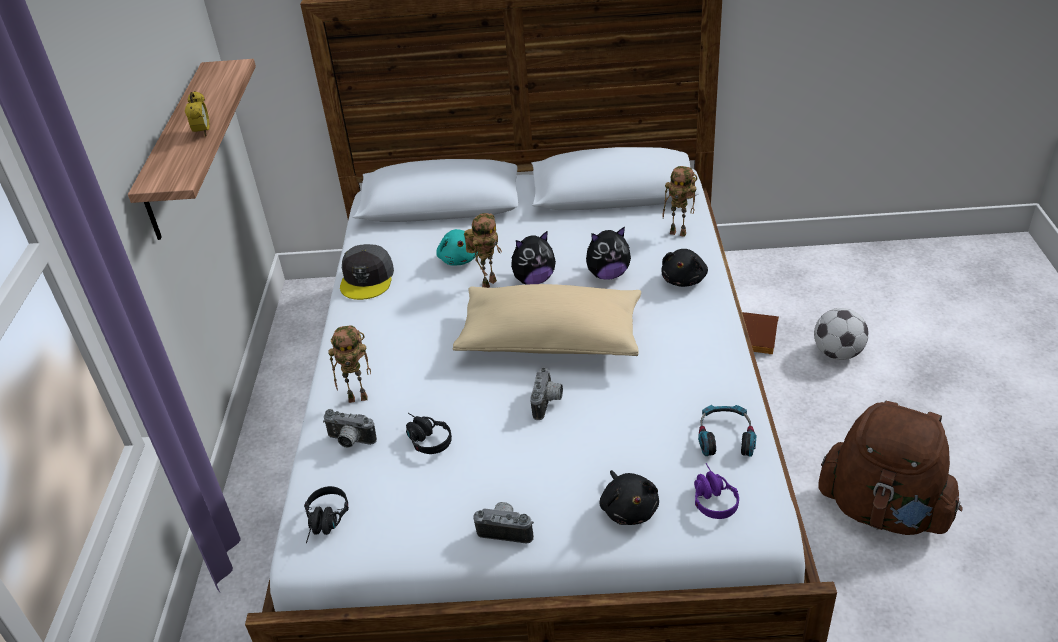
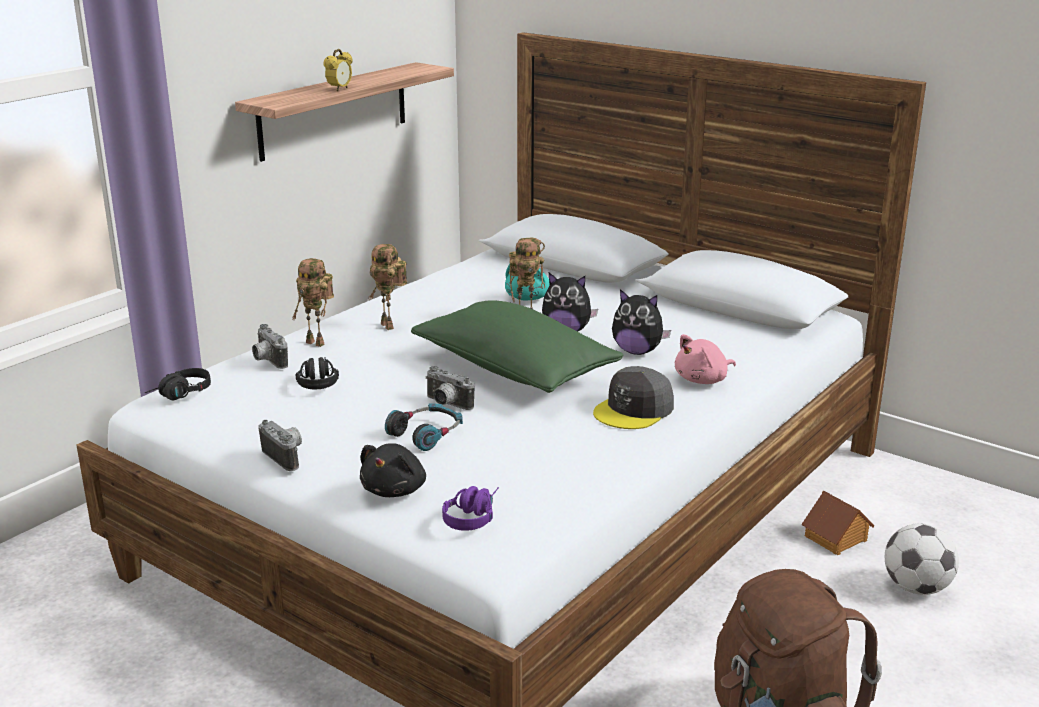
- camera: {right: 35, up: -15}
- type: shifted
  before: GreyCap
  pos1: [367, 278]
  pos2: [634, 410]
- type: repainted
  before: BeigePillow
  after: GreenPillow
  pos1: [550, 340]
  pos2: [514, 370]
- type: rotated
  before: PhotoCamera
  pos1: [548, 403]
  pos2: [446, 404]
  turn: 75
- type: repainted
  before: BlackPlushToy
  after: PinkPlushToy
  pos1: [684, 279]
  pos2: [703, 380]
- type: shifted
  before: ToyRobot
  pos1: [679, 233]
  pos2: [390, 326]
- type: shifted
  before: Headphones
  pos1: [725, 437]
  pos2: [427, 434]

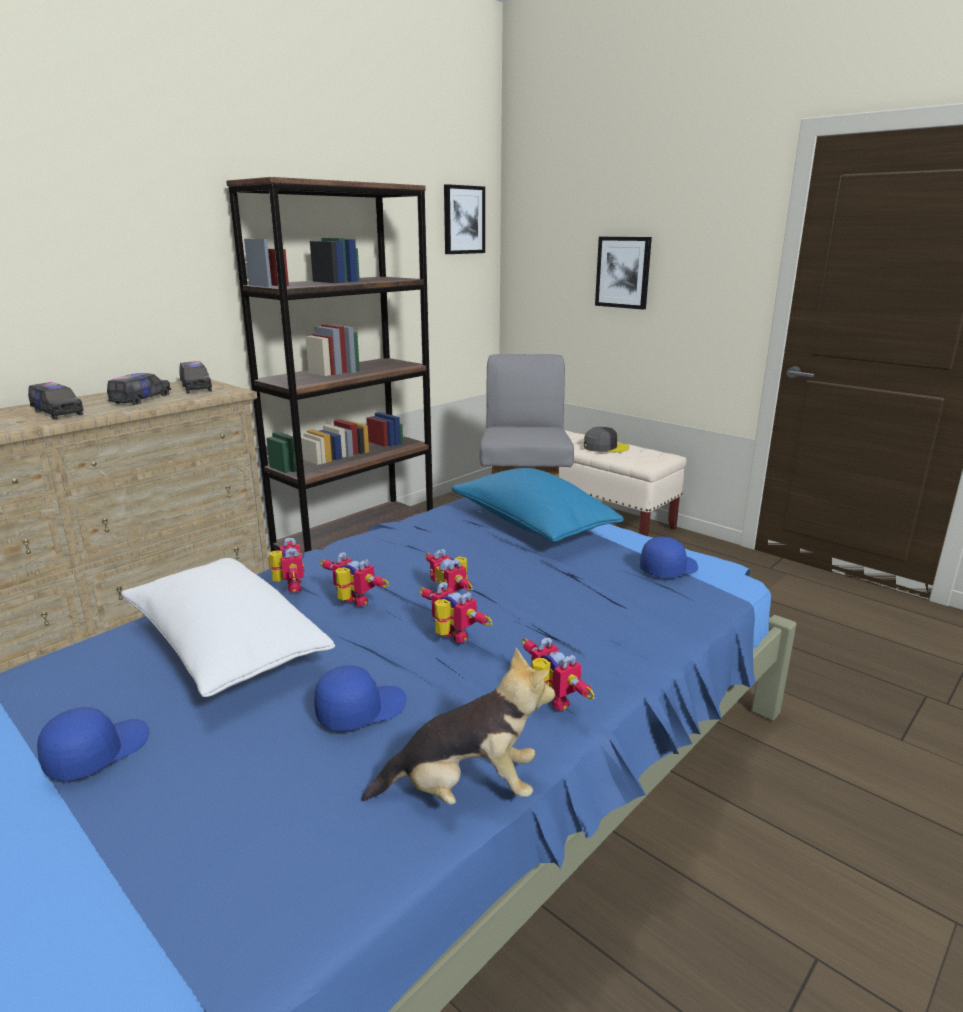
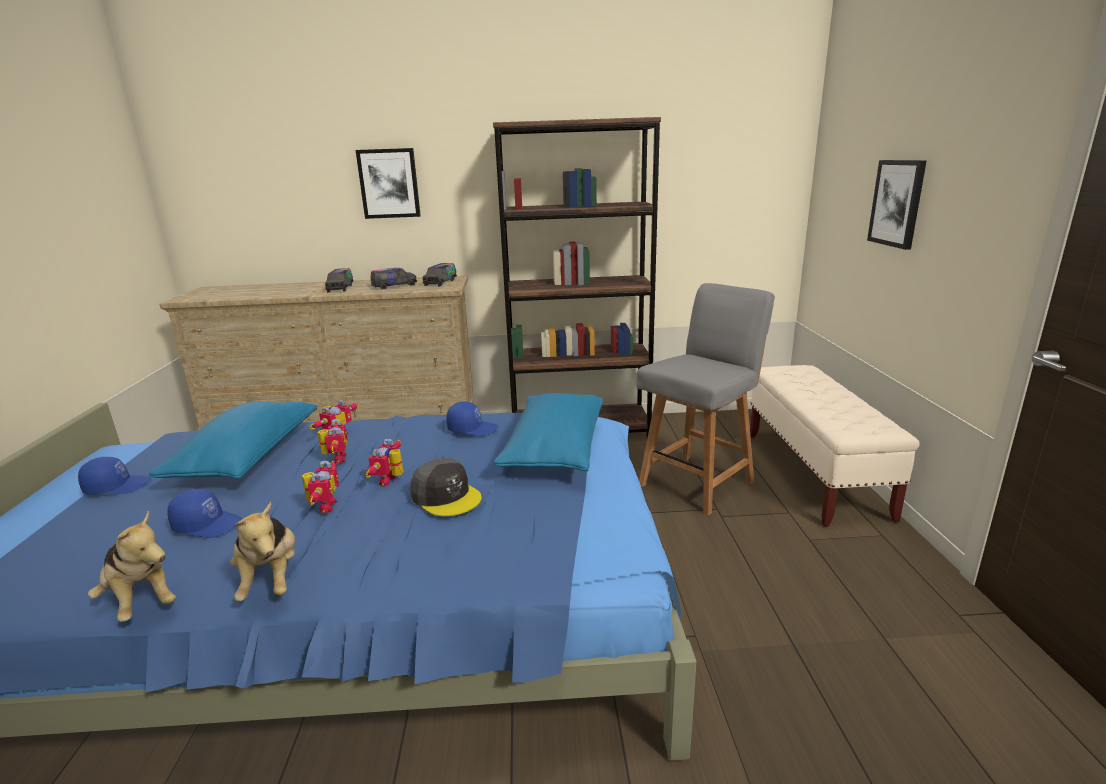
- camera: {right: 45, up: 0}
- type: repainted
  before: WhitePillow
  after: BluePillow
  pos1: [225, 648]
  pos2: [247, 458]
- type: shifted
  before: Picture
  pos1: [463, 220]
  pos2: [389, 183]
- type: swapped
  before: ToyRobot
  after: PlushToy
  pos1: [549, 702]
  pos2: [271, 579]
- type: shifted
  before: GreyCap
  pos1: [605, 447]
  pos2: [446, 496]
- type: shifted
  before: BlueCap
  pos1: [668, 569]
  pos2: [472, 429]

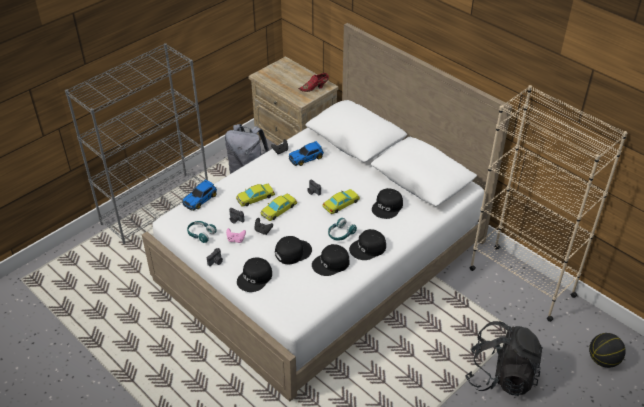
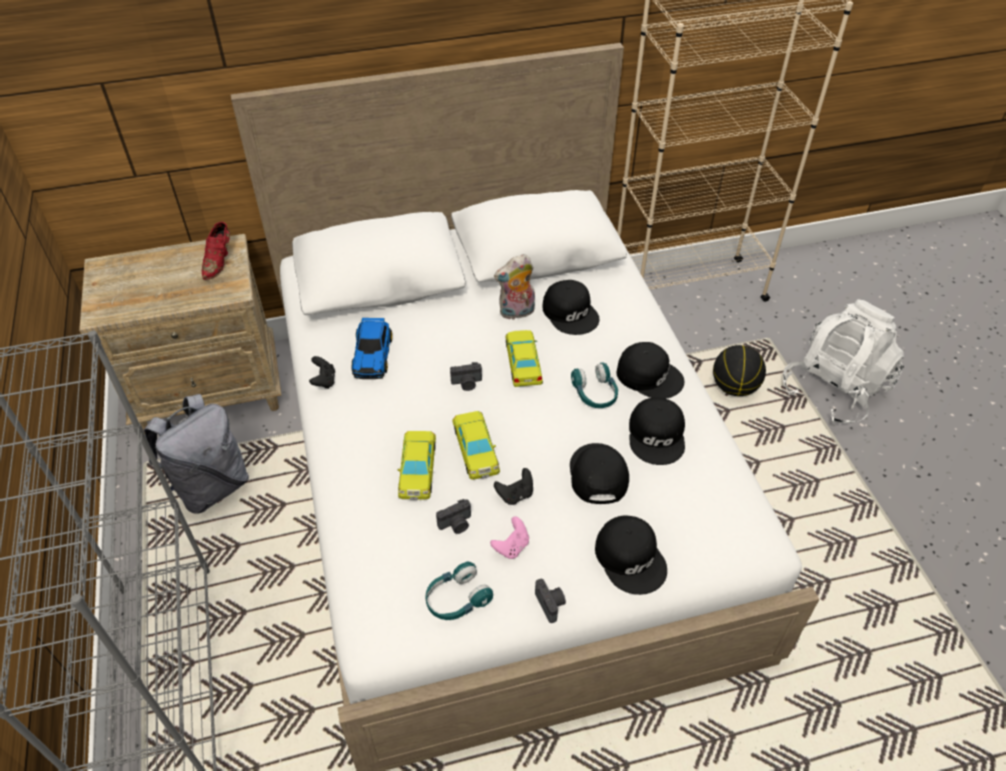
- camera: {right: -60, up: 5}
- type: gone
  before: ToyCar
  pos1: [200, 199]
- type: rotated
  before: BlackCap
  pos1: [368, 248]
  pos2: [649, 375]
  turn: -60
- type: repainted
  before: BlackBackpack
  after: WhiteBackpack
  pos1: [500, 376]
  pos2: [834, 389]
- type: shifted
  before: Basketball
  pos1: [603, 360]
  pos2: [734, 387]
- type: new
  after: PlushToy
  pos2: [516, 313]

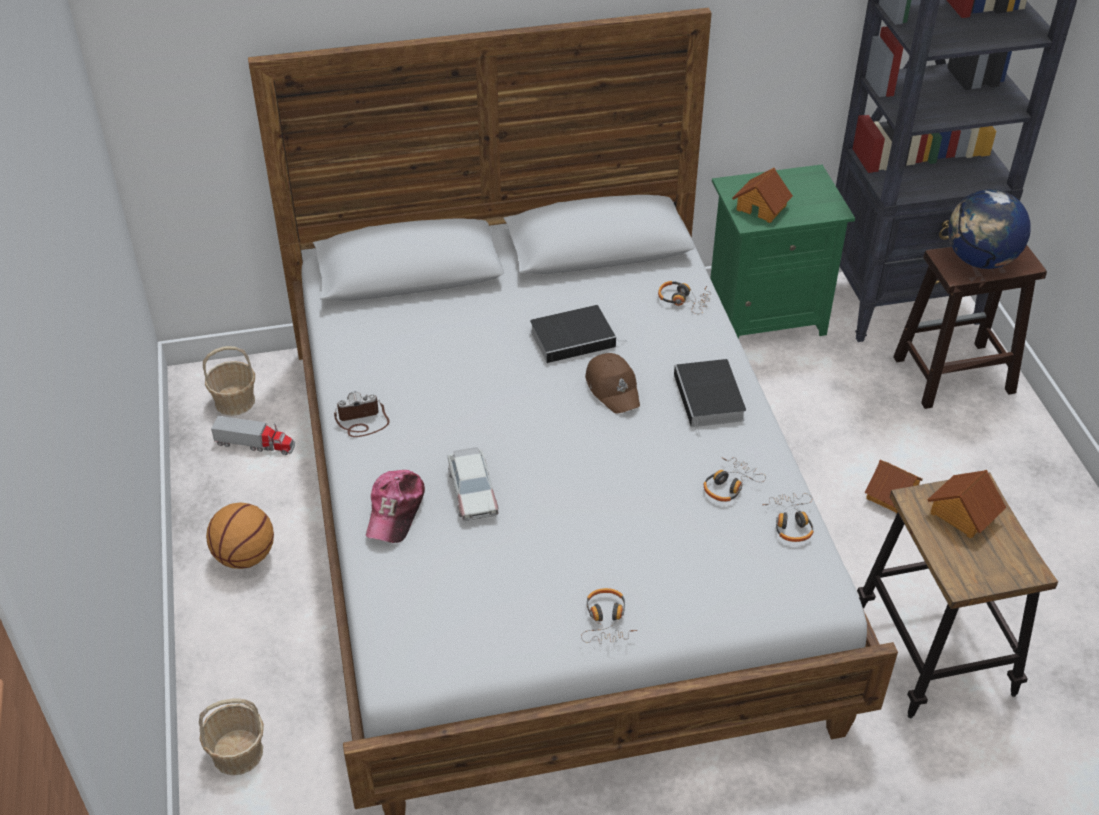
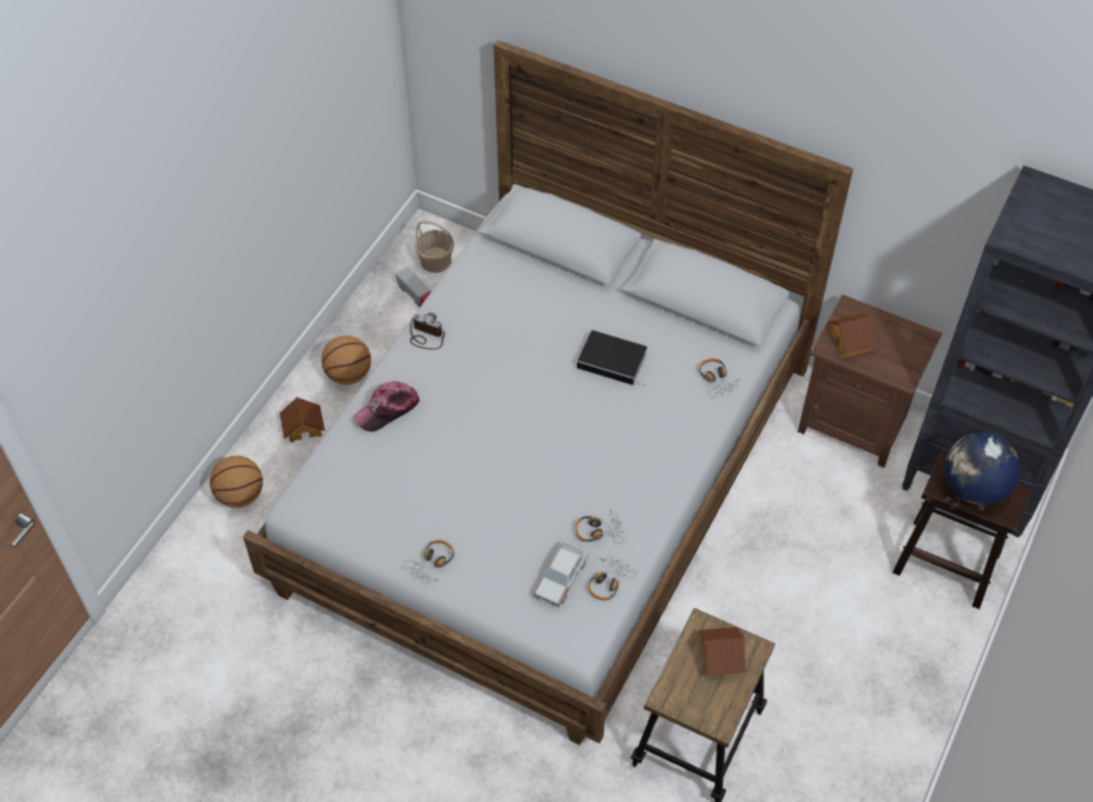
- camera: {right: 40, up: 10}
- type: swapped
  before: Basket
  after: Basketball
  pos1: [237, 752]
  pos2: [240, 495]
- type: shifted
  before: ToyCar
  pos1: [472, 491]
  pos2: [561, 577]
- type: gone
  before: BrownCap
  pos1: [613, 388]
- type: gone
  before: Book
  pos1: [710, 399]
- type: repainted
  before: GreenNightstand
  after: BrownNightstand
  pos1: [764, 315]
  pos2: [854, 422]
- type: shifted
  before: ToyHouse
  pos1: [891, 494]
  pos2: [303, 427]

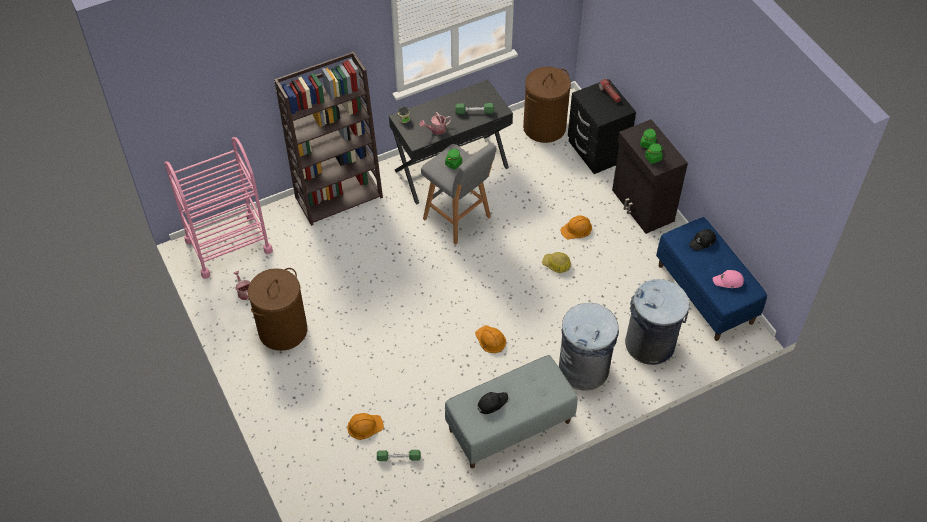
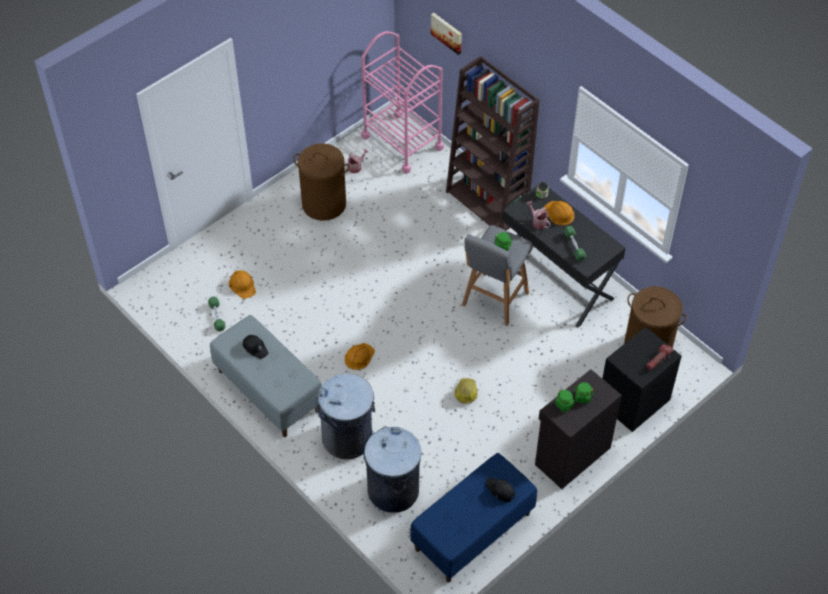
- camera: {right: 75, up: 0}
- type: shifted
  before: OrangeHardHat
  pos1: [576, 229]
  pos2: [559, 213]
- type: gone
  before: PinkCap
  pos1: [728, 281]
- type: new
  after: Picture
  pos2: [447, 32]

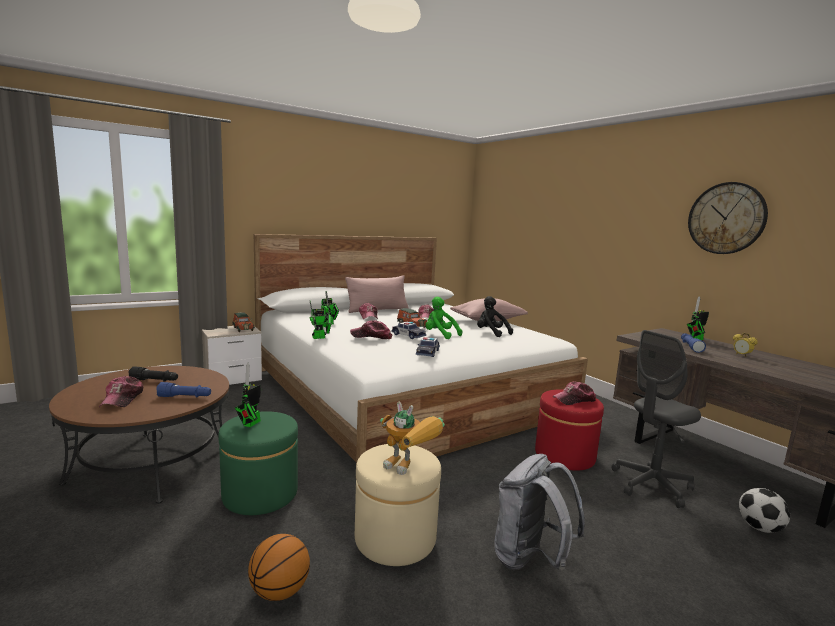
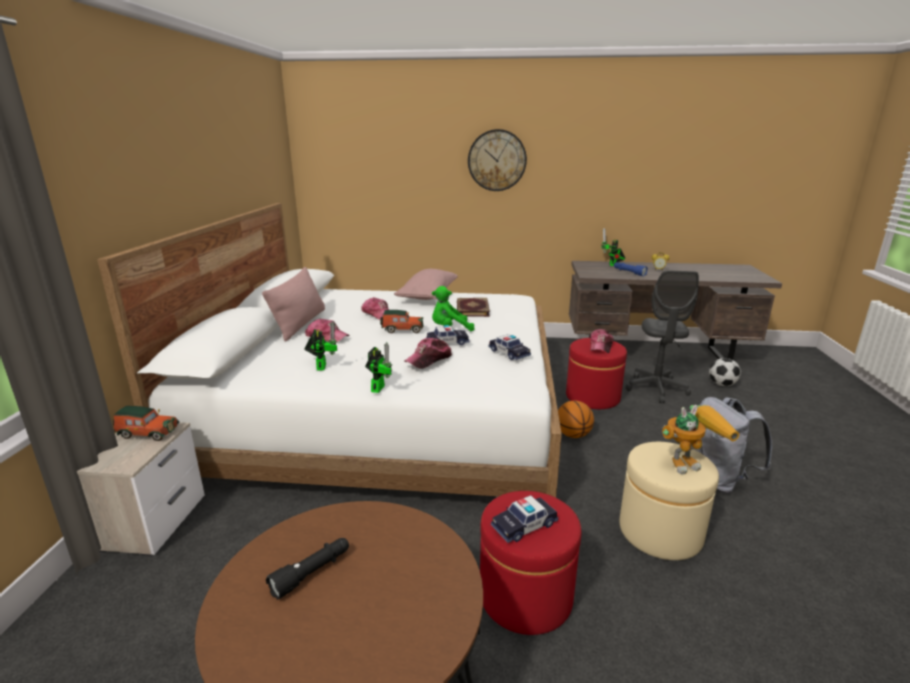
- camera: {right: -50, up: 10}
- type: gone
  before: Cap
  pos1: [122, 399]
- type: gone
  before: BlueFlashlight
  pos1: [185, 397]
- type: repainted
  before: GreenOttoman
  after: RedOttoman
  pos1: [260, 494]
  pos2: [525, 596]
- type: swapped
  before: ToyRobot
  after: ToyCar
  pos1: [250, 424]
  pos2: [524, 525]
- type: shifted
  before: Basketball
  pos1: [279, 591]
  pos2: [573, 435]
- type: swapped
  before: BlackPlushToy
  after: Book
  pos1: [491, 333]
  pos2: [471, 309]
- type: shifted
  before: WallClock
  pos1: [726, 218]
  pos2: [497, 160]

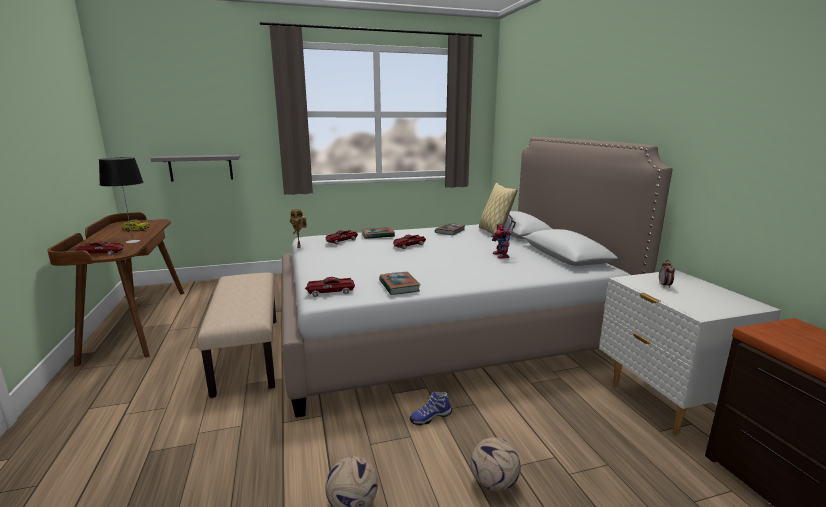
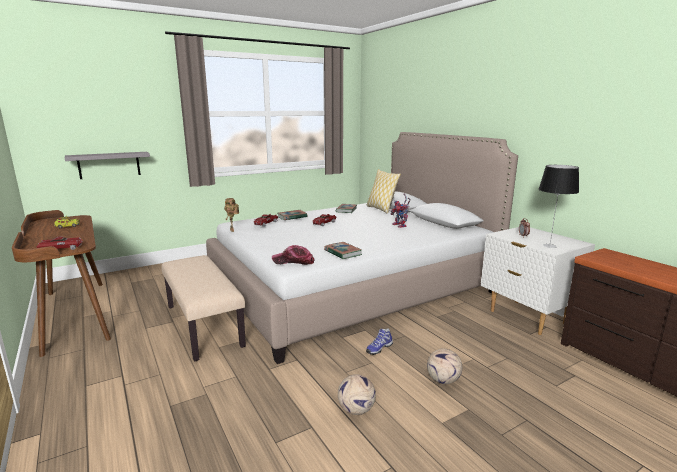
- camera: {right: -15, up: 0}
- type: shifted
  before: TableLamp
  pos1: [133, 241]
  pos2: [549, 245]
- type: swapped
  before: ToyCar
  after: Cap
  pos1: [330, 292]
  pos2: [293, 261]

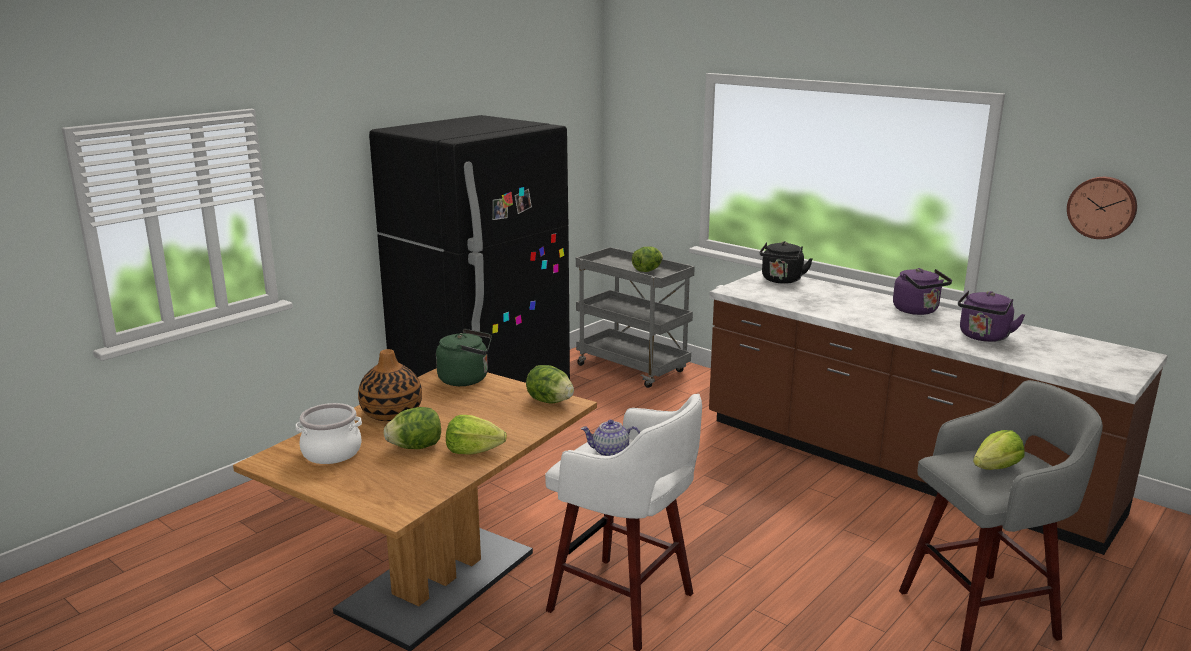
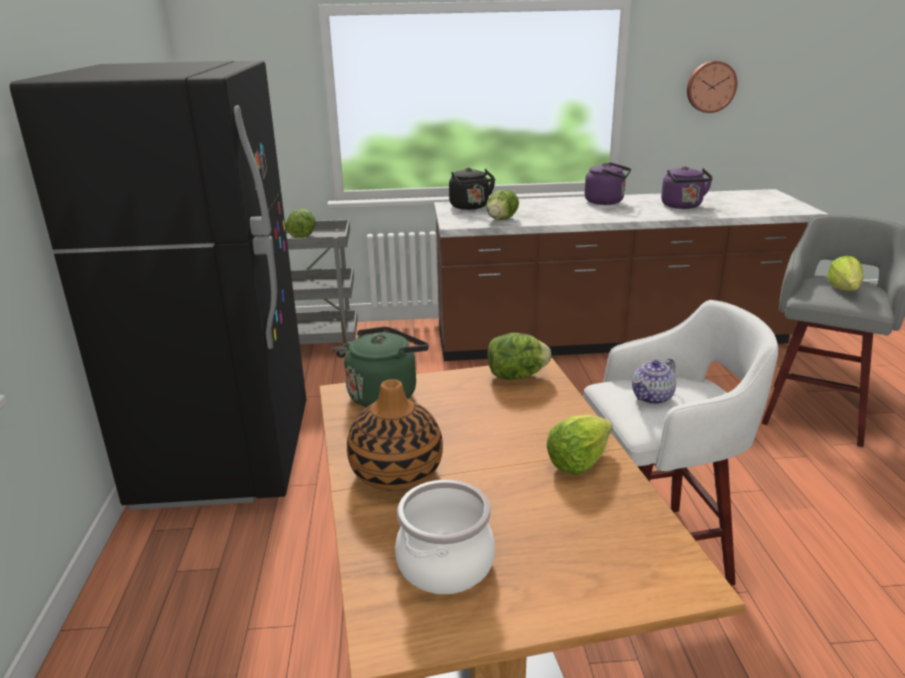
- camera: {right: -45, up: 5}
- type: shifted
  before: Lettuce
  pos1: [416, 447]
  pos2: [501, 219]

